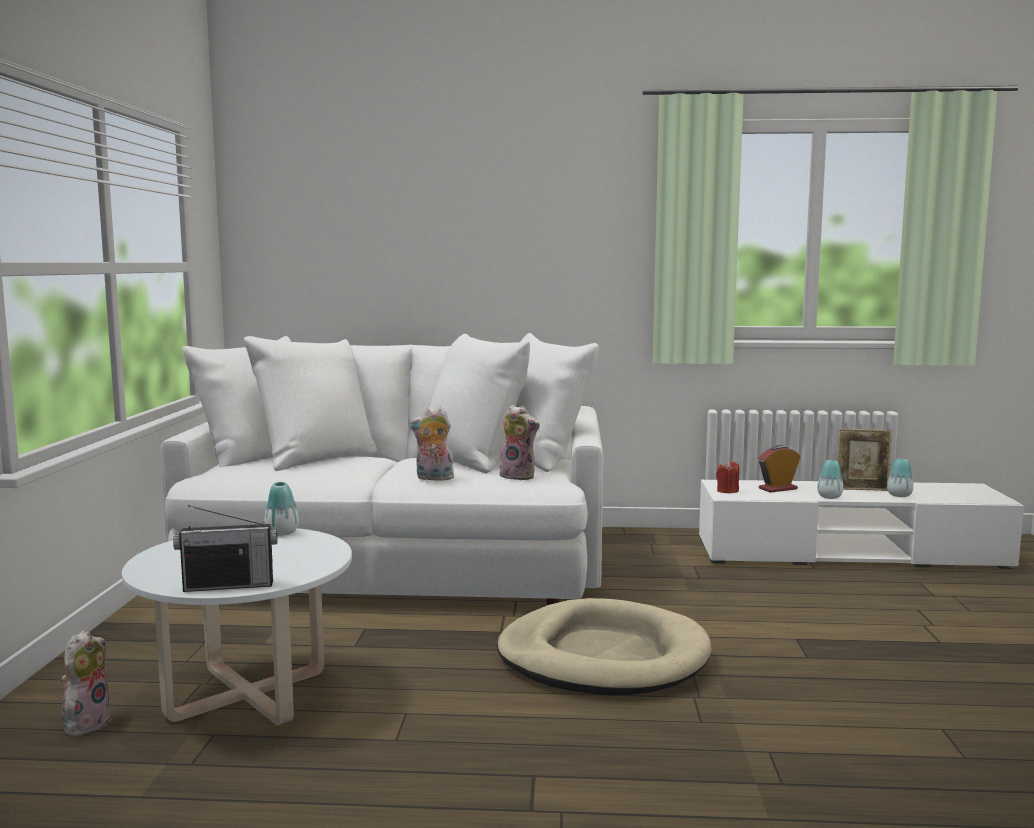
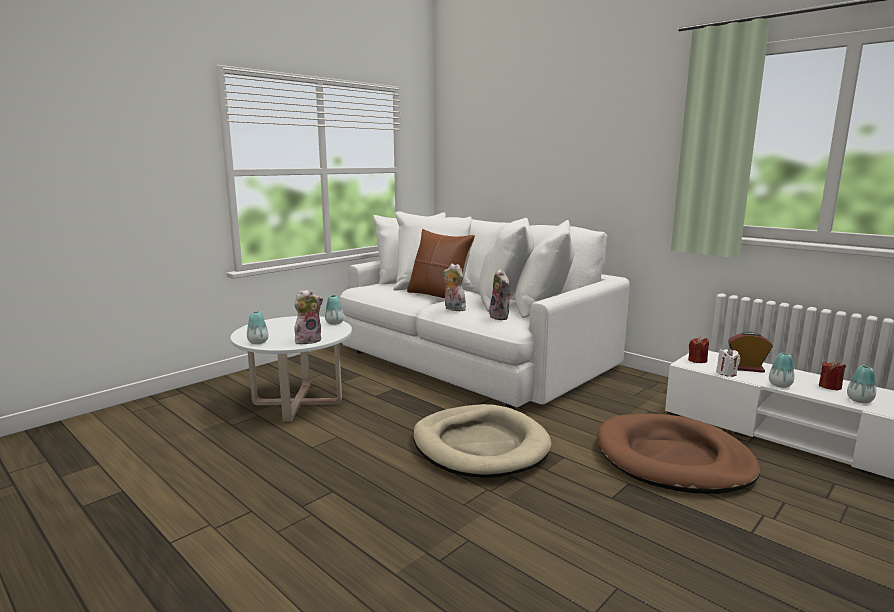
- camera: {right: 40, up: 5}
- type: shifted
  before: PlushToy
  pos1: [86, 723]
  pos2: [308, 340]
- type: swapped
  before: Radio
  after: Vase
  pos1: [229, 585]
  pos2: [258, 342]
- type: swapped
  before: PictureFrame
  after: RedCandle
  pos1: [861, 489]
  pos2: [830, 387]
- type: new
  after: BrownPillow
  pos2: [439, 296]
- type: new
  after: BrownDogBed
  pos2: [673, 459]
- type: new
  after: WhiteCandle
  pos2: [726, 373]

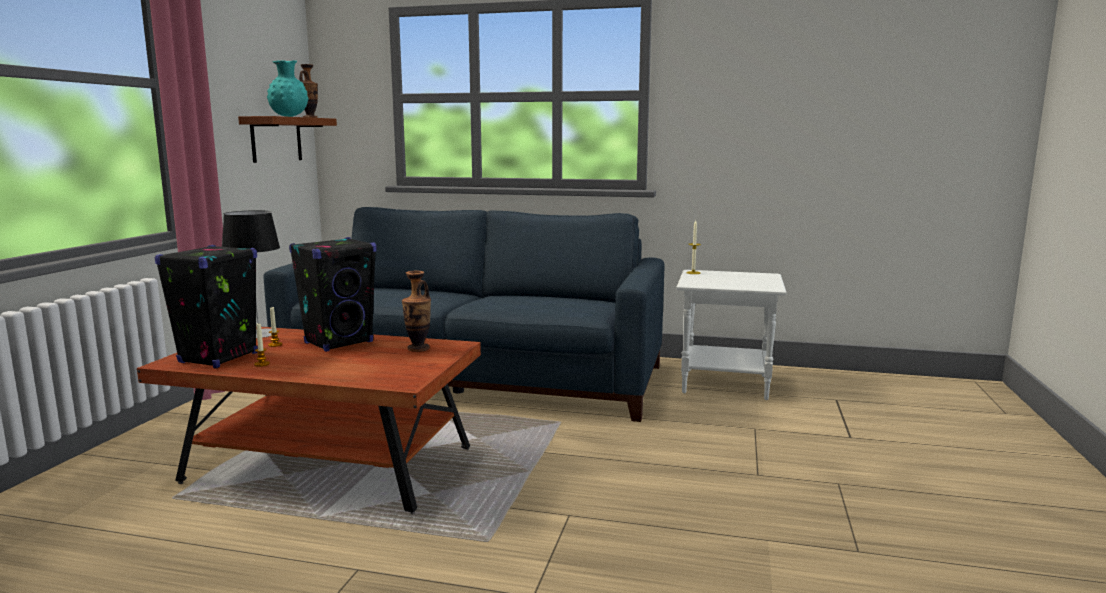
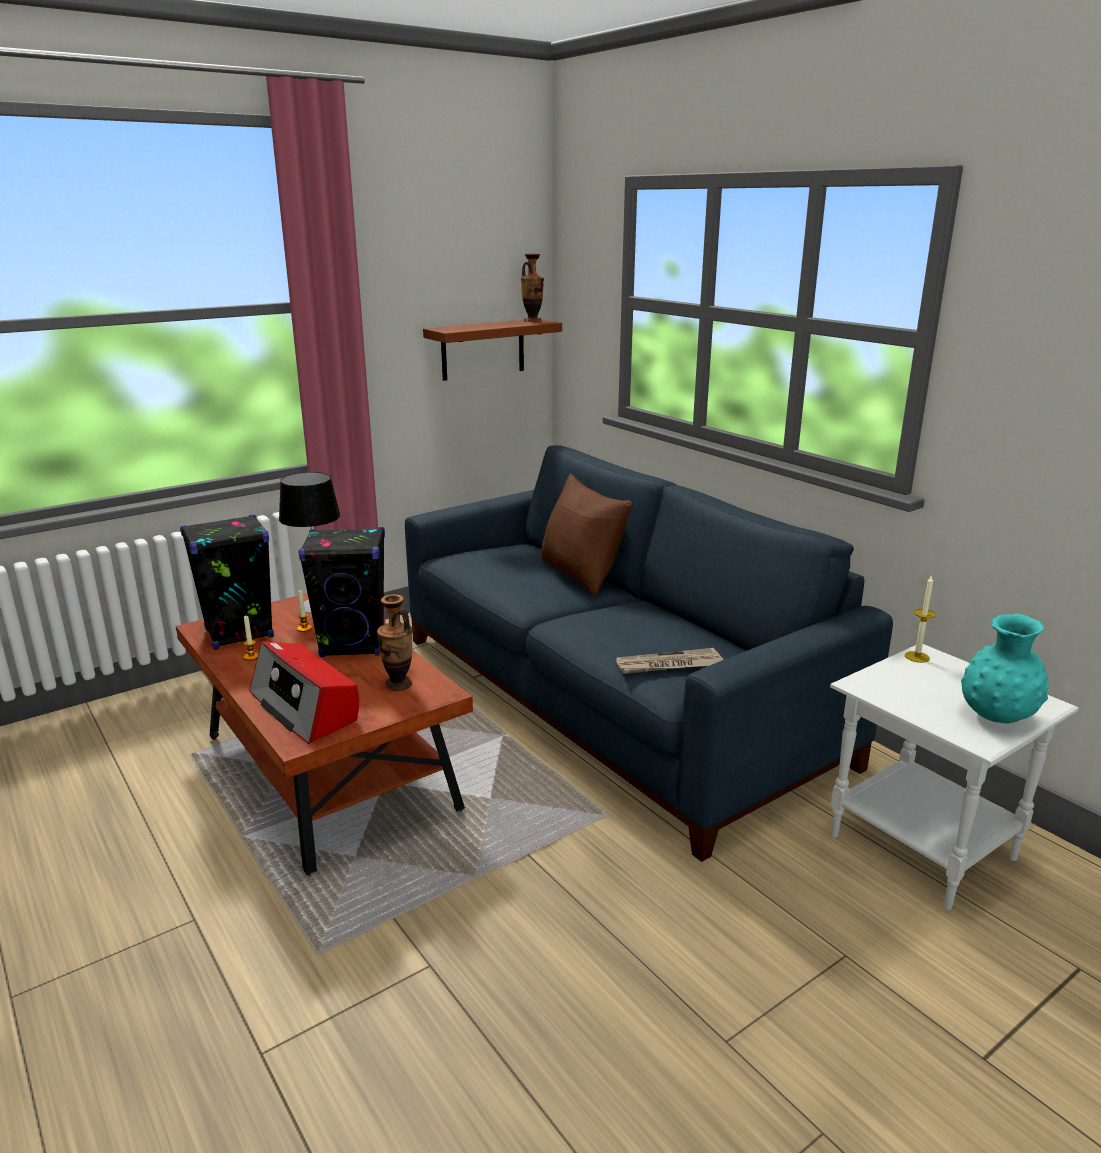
- camera: {right: 40, up: 10}
- type: shifted
  before: TurquoiseVase
  pos1: [289, 117]
  pos2: [996, 717]
- type: new
  after: Radio
  pos2: [305, 707]
- type: new
  after: BrownPillow
  pos2: [581, 575]
- type: new
  after: Newspaper
  pos2: [668, 665]

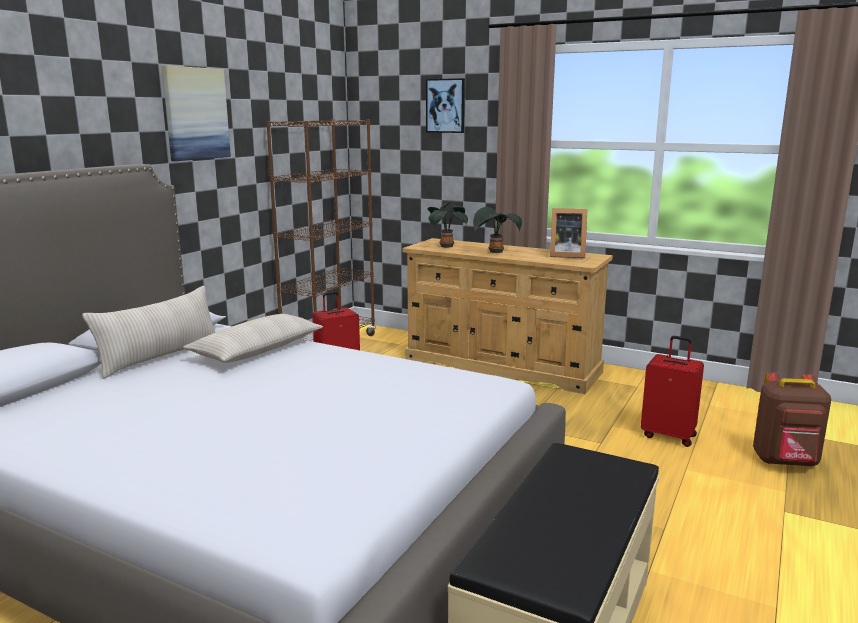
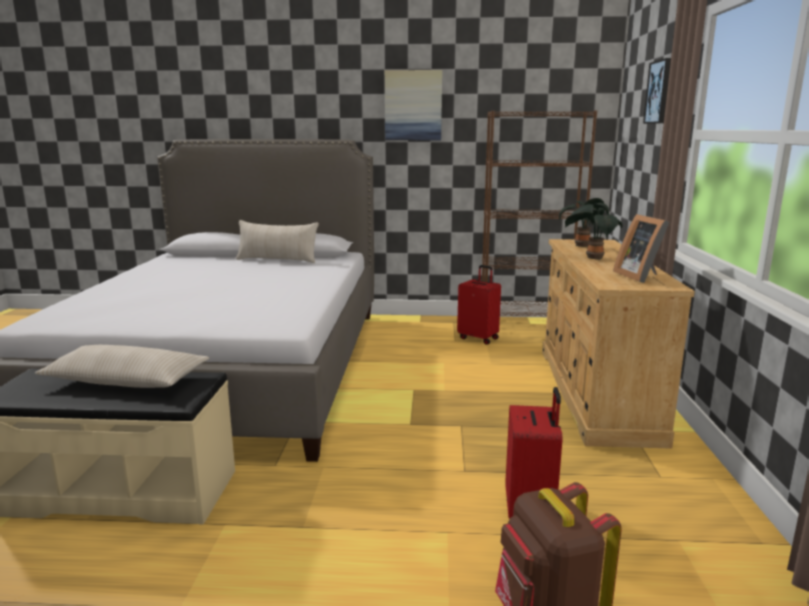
- camera: {right: 65, up: 0}
- type: shifted
  before: BeigePillow
  pos1: [257, 350]
  pos2: [126, 381]

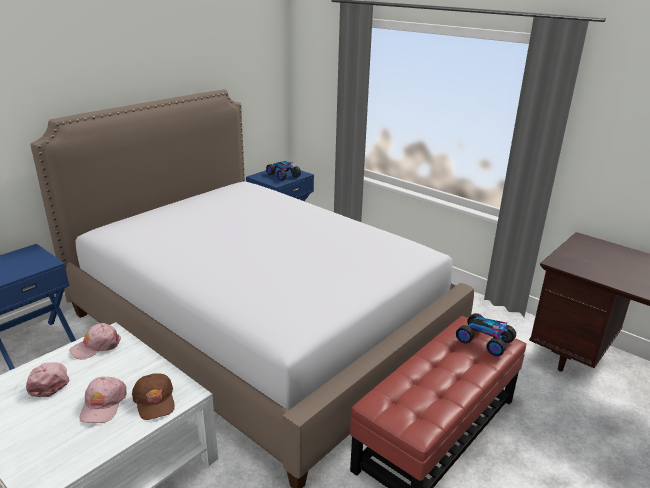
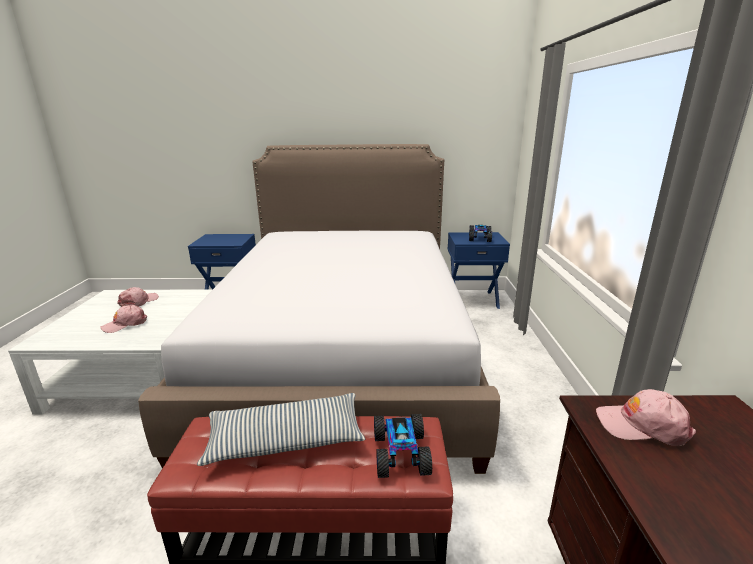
- camera: {right: 50, up: -5}
- type: shifted
  before: PinkCap
  pos1: [96, 346]
  pos2: [641, 425]
- type: gone
  before: BrownCap
  pos1: [155, 401]
- type: new
  after: Pillow
  pos2: [286, 439]

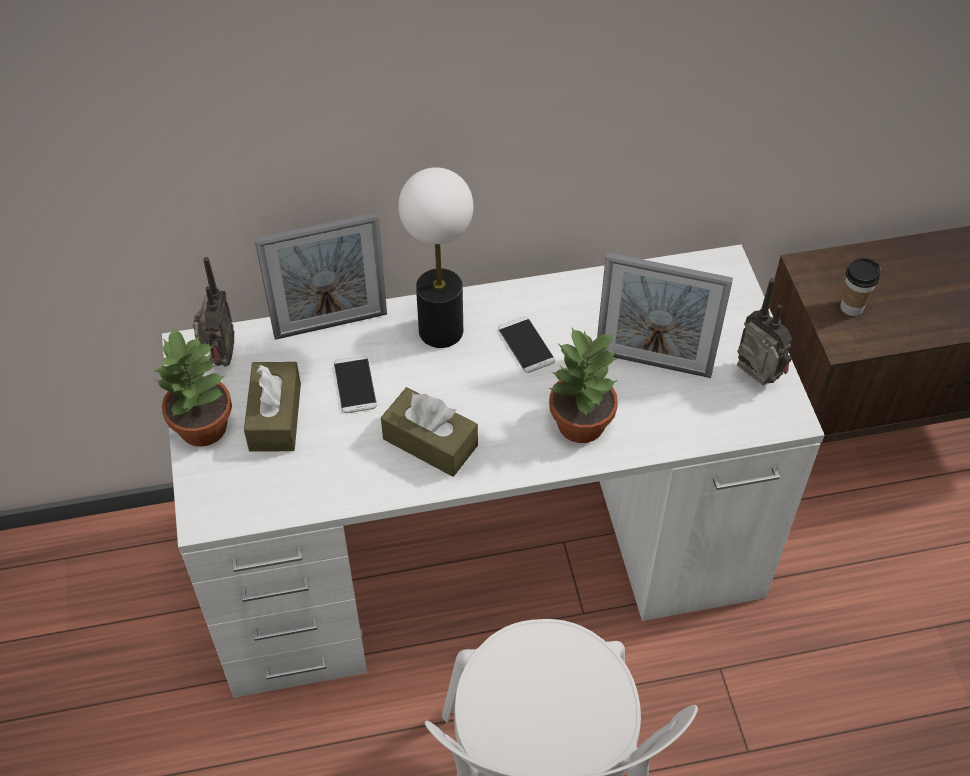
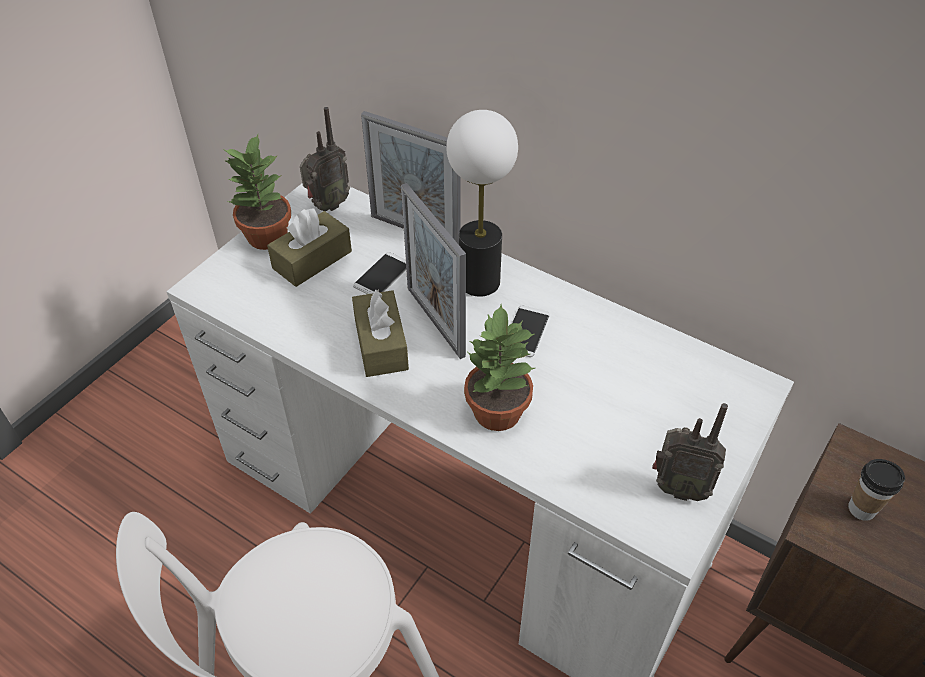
- camera: {right: 45, up: -5}
- type: shifted
  before: PictureFrame
  pos1: [653, 363]
  pos2: [435, 321]
- type: rotated
  before: Radio
  pos1: [754, 380]
  pos2: [678, 488]
  turn: 105

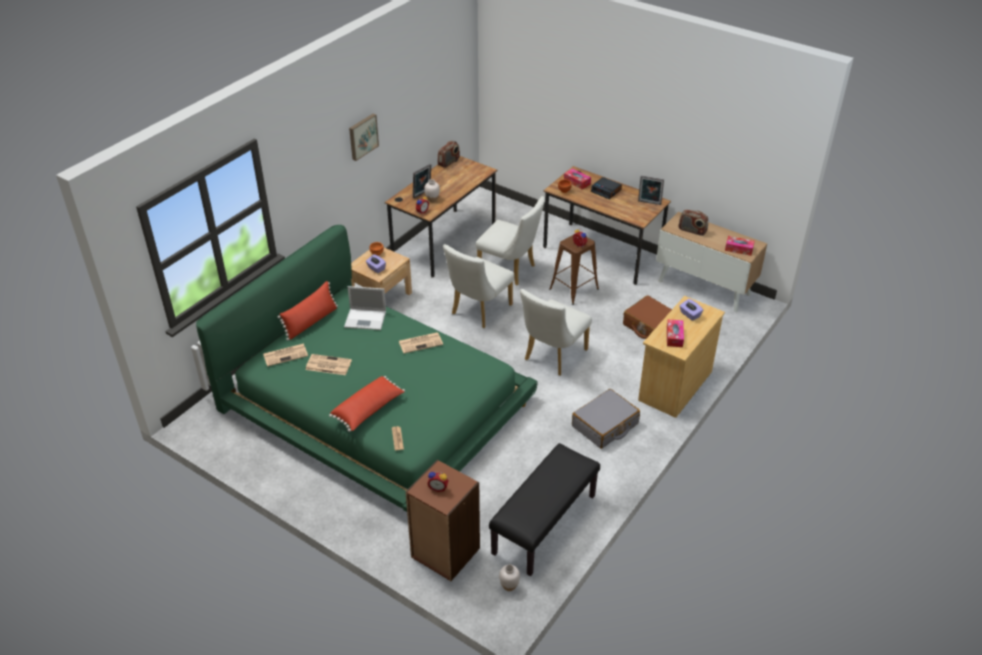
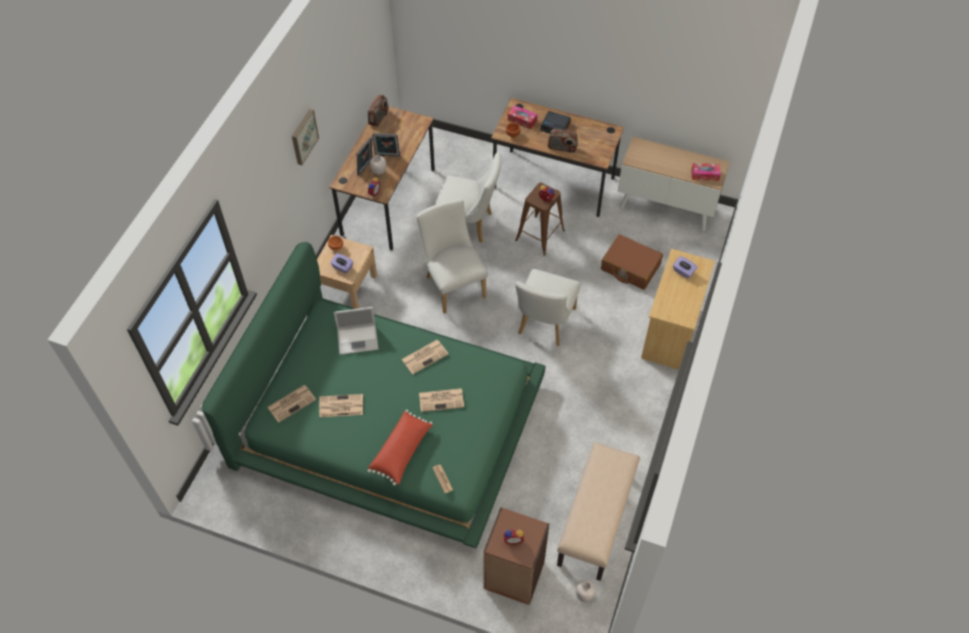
- camera: {right: -15, up: 15}
- type: gone
  before: RedPillow
  pos1: [311, 322]
- type: rotated
  before: WhiteChair
  pos1: [478, 311]
  pos2: [453, 284]
  turn: 135
- type: repainted
  before: BlackBench
  after: BeigeBench
  pos1: [544, 525]
  pos2: [596, 521]
- type: gone
  before: GreySuitcase
  pos1: [605, 425]
- type: shifted
  before: PictureFrame
  pos1: [649, 203]
  pos2: [387, 156]
- type: gone
  before: TissueBox
  pos1: [674, 337]
- type: shifted
  before: Radio
  pos1: [692, 230]
  pos2: [562, 148]
- type: new
  after: Newspaper
  pos2: [442, 399]

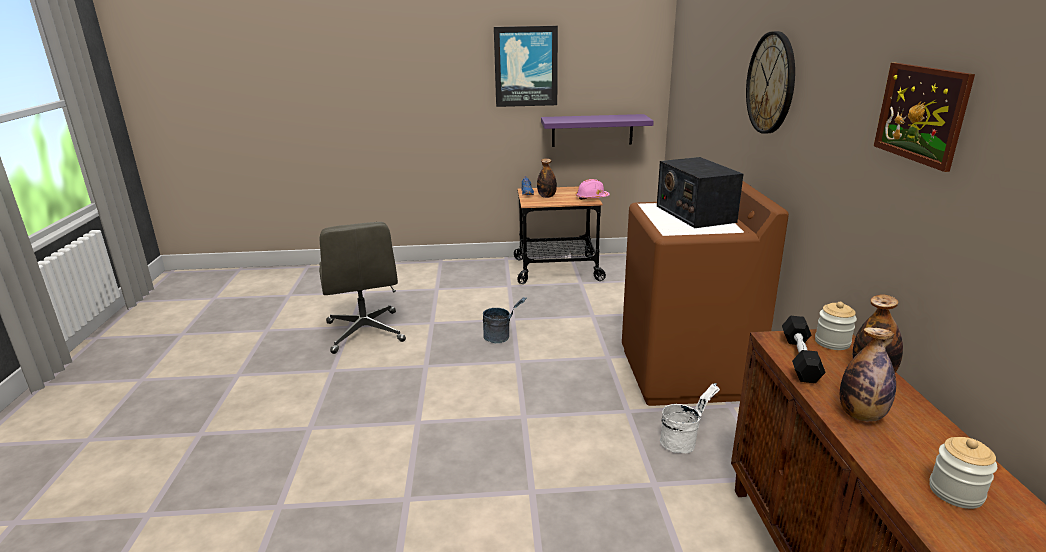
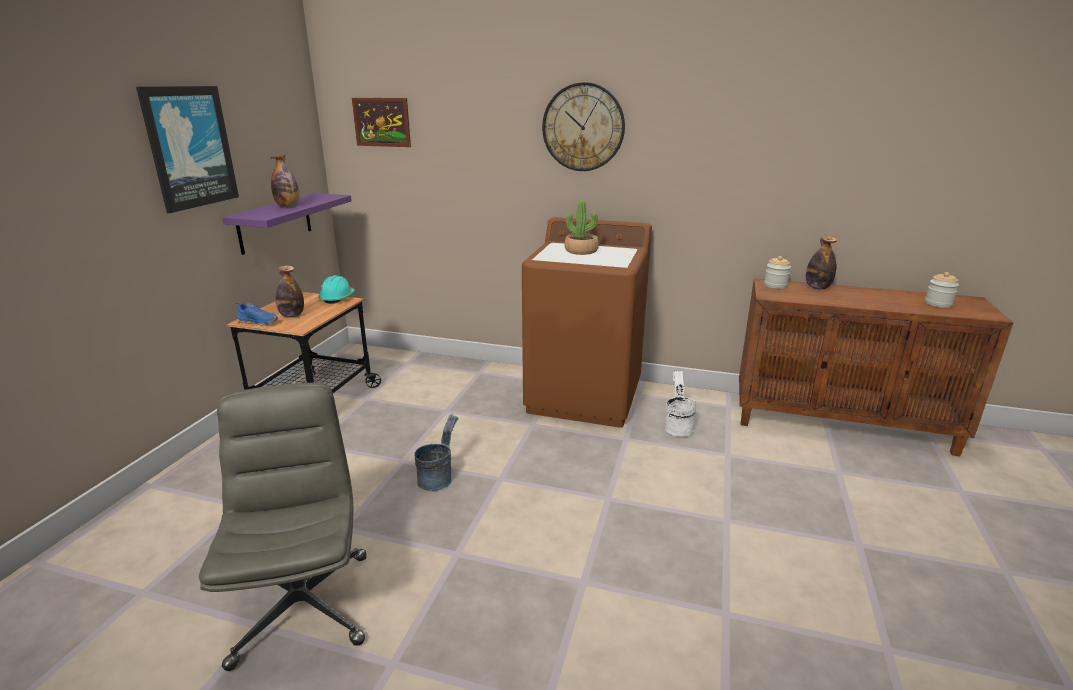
- camera: {right: -70, up: 0}
- type: rotated
  before: GreyOfficeChair
  pos1: [365, 332]
  pos2: [302, 606]
  turn: -105
- type: repainted
  before: PinkHardHat
  after: TurquoiseHardHat
  pos1: [592, 198]
  pos2: [337, 298]
- type: swapped
  before: Radio
  after: PottedPlant
  pos1: [694, 214]
  pos2: [581, 251]
- type: gone
  before: BlackDumbbell
  pos1: [800, 358]
- type: shifted
  before: Bottle
  pos1: [861, 415]
  pos2: [288, 206]
- type: shifted
  before: Picture
  pos1: [921, 114]
  pos2: [382, 122]

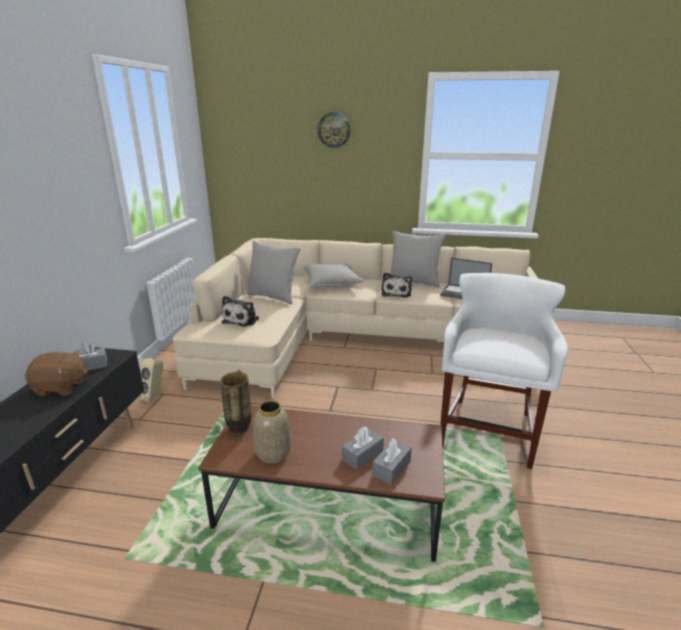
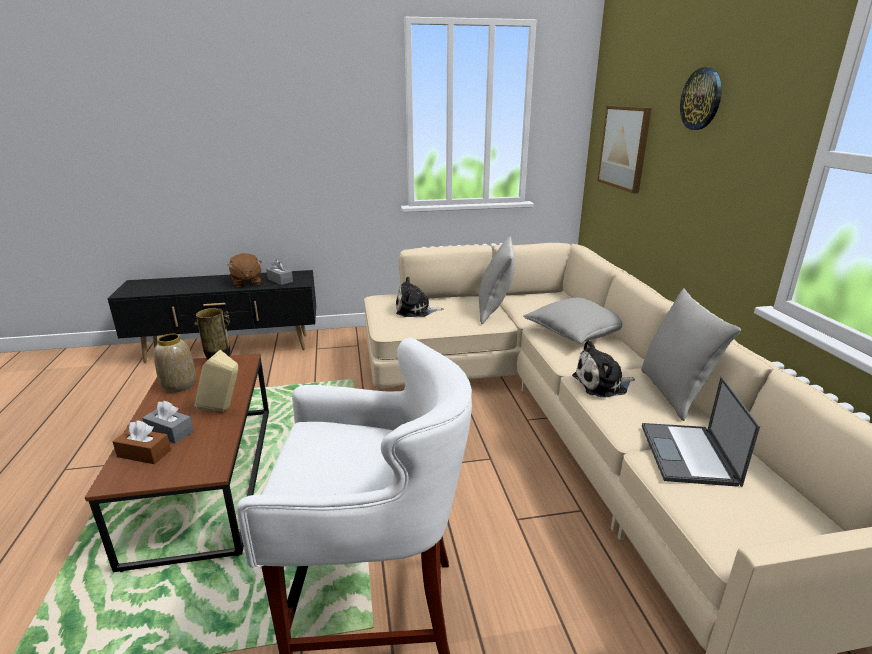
- camera: {right: 70, up: 0}
- type: shifted
  before: BeigeSpeaker
  pos1: [155, 396]
  pos2: [223, 410]
- type: repainted
  before: GreyTissueBox
  after: BrownTissueBox
  pos1: [391, 468]
  pos2: [144, 453]
- type: new
  after: Picture
  pos2: [624, 147]

